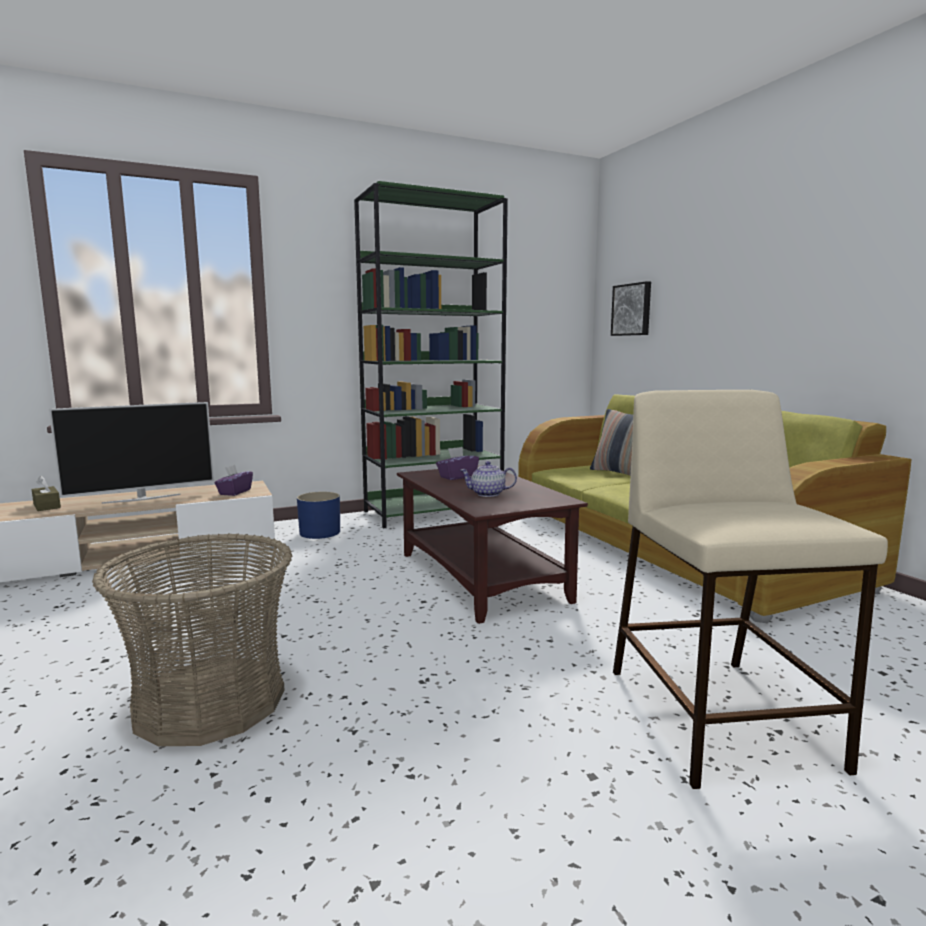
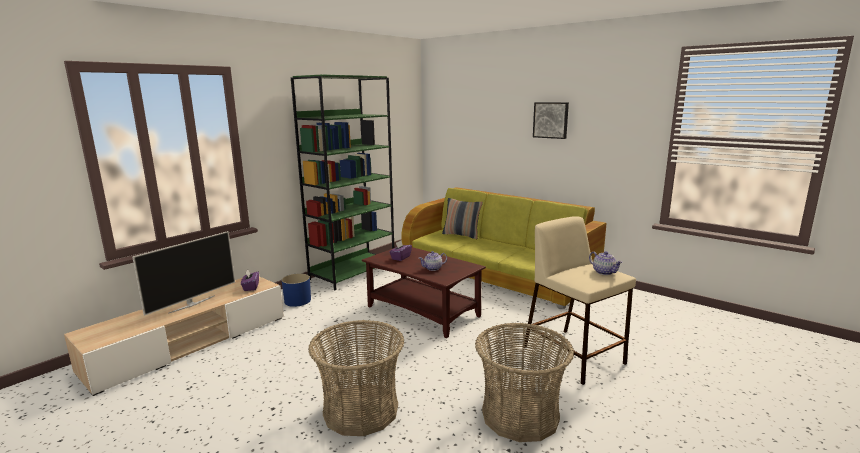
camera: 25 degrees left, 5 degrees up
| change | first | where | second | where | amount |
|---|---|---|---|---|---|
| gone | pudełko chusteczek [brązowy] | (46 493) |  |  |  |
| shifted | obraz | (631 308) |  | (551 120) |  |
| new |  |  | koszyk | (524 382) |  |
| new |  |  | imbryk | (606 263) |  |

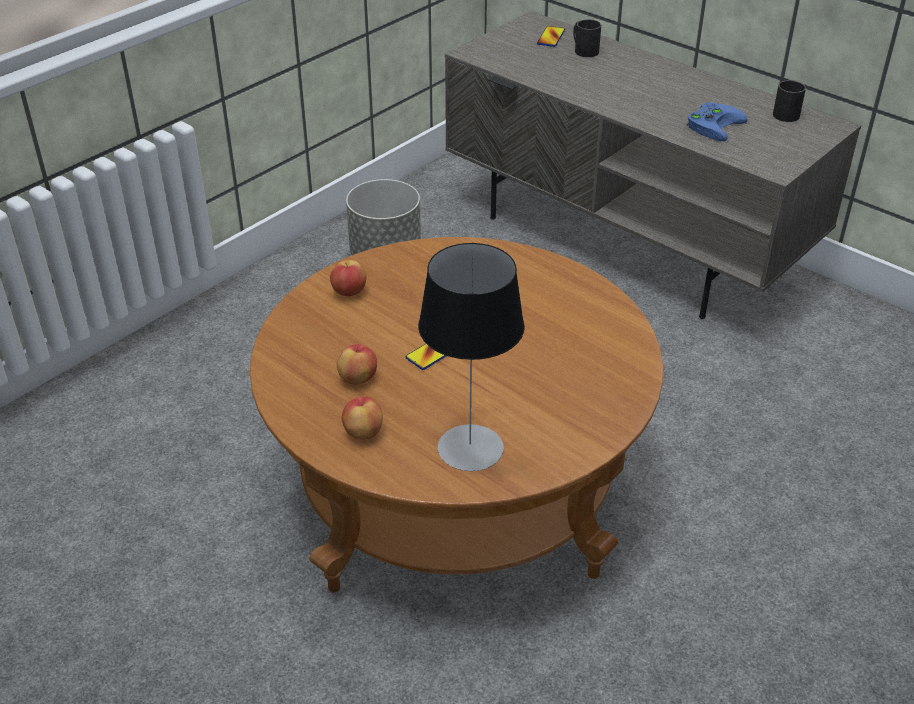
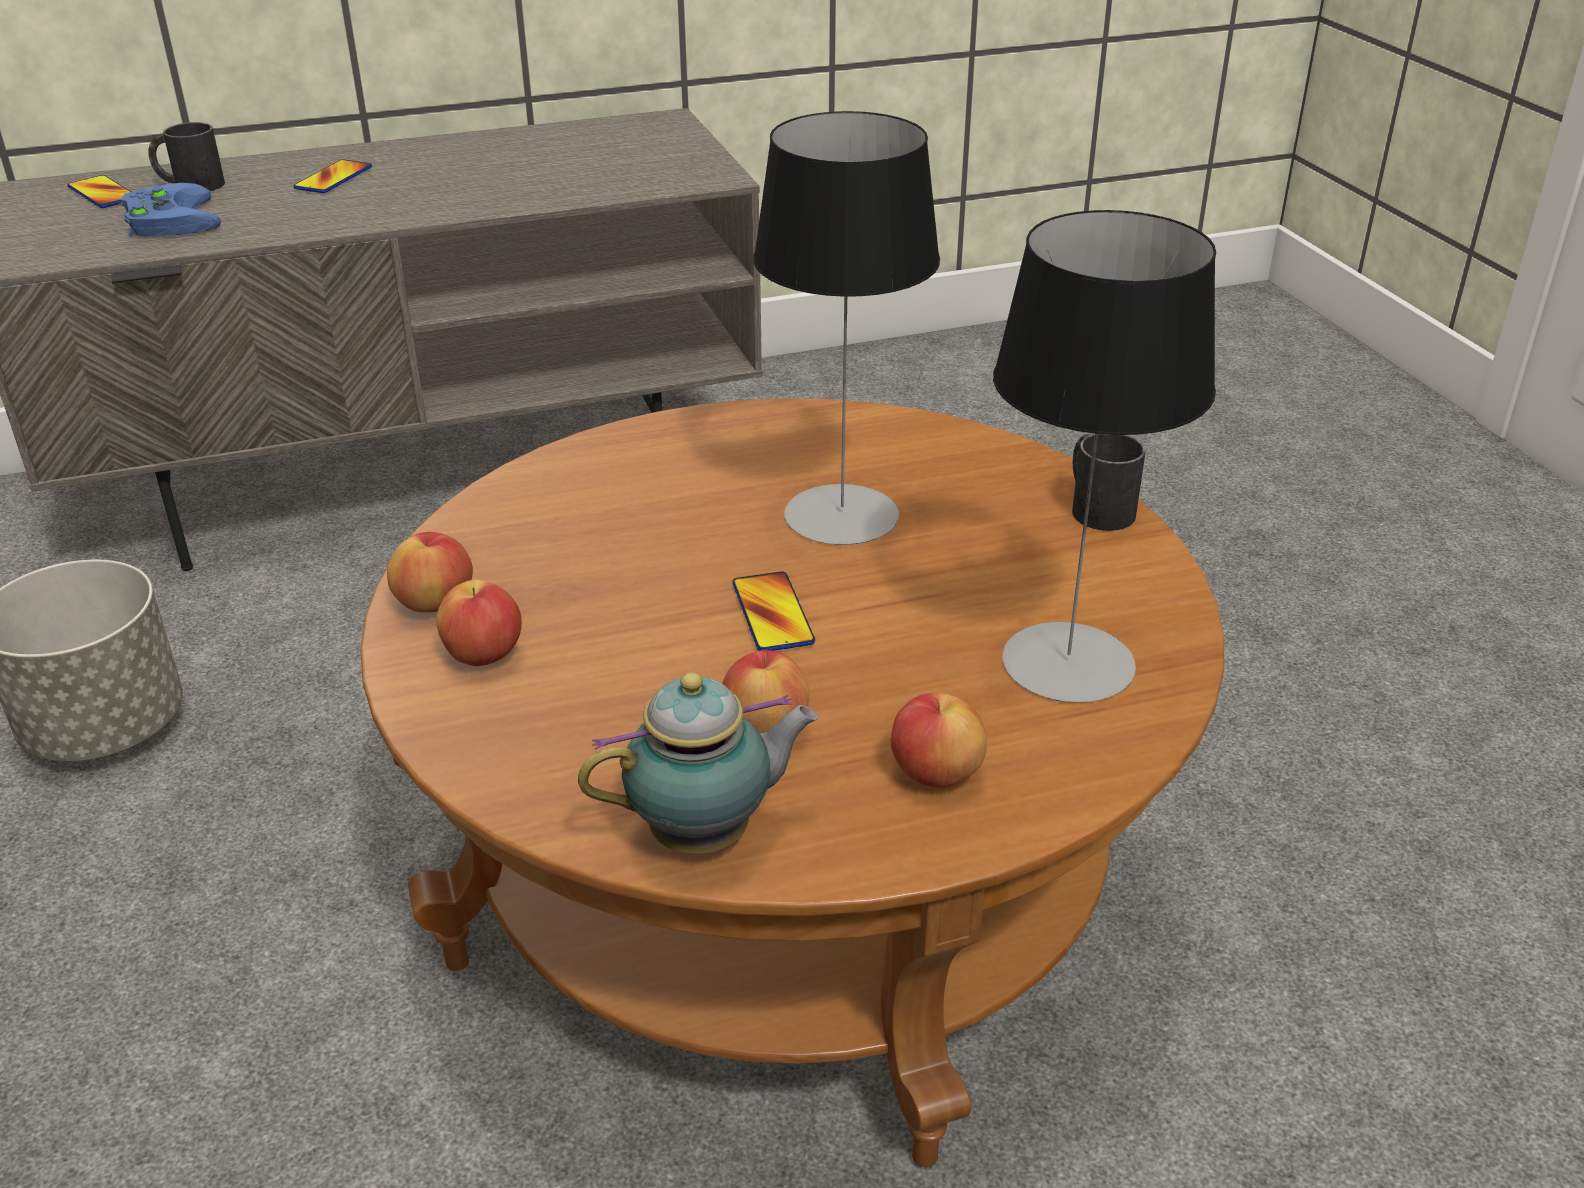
camera: 60 degrees left, 5 degrees down
| change | first | where | second | where | amount |
|---|---|---|---|---|---|
| shifted | pad do gier [niebieski] | (717 121) |  | (171 210) |  |
| shifted | kubek [czarny] | (789 101) |  | (1109 482) |  |
| new |  |  | telefon | (333 176) |  |
| new |  |  | jabłko | (430 572) |  |
| new |  |  | imbryk | (698 763) |  |
| new |  |  | lampa stołowa | (846 328) |  |

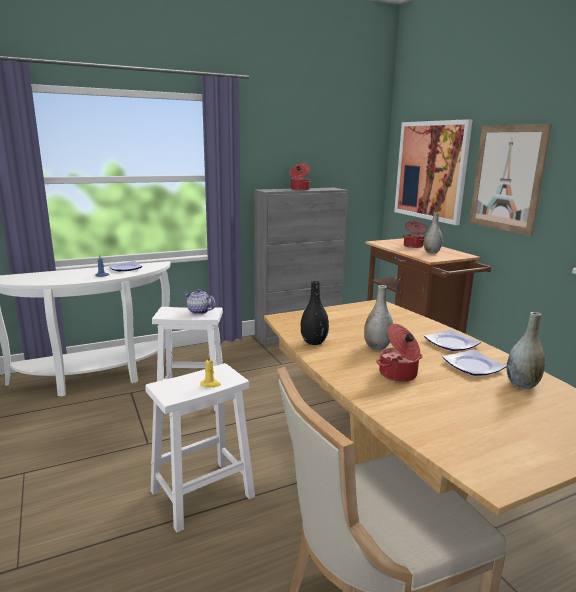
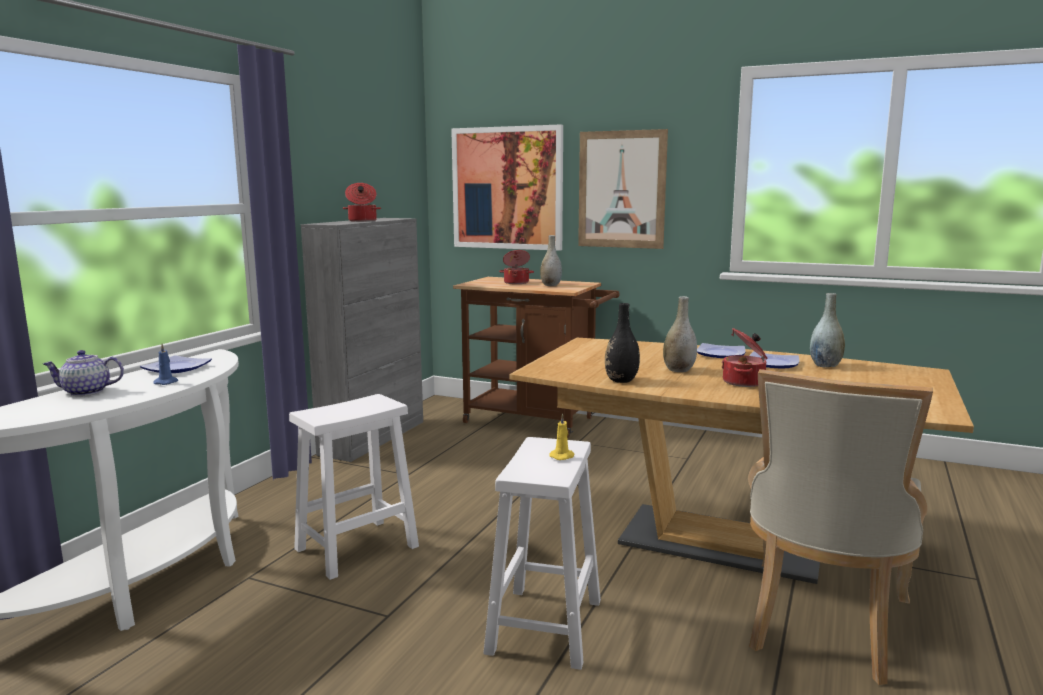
camera: 40 degrees left, 5 degrees down
| change | first | where | second | where | amount |
|---|---|---|---|---|---|
| shifted | imbryk | (199 301) |  | (83 373) |  |

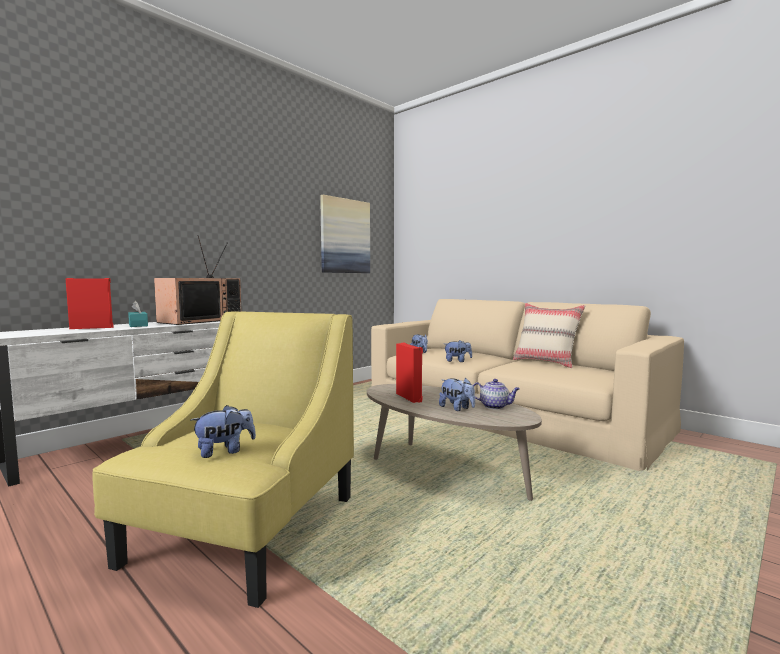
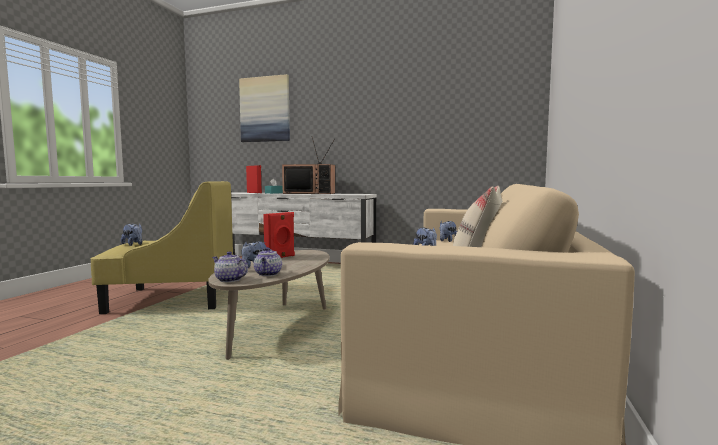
camera: 65 degrees right, 0 degrees up
| change | first | where | second | where | amount |
|---|---|---|---|---|---|
| shifted | obraz | (345 234) |  | (264 108) |  |
| new |  |  | imbryk | (230 266) |  |

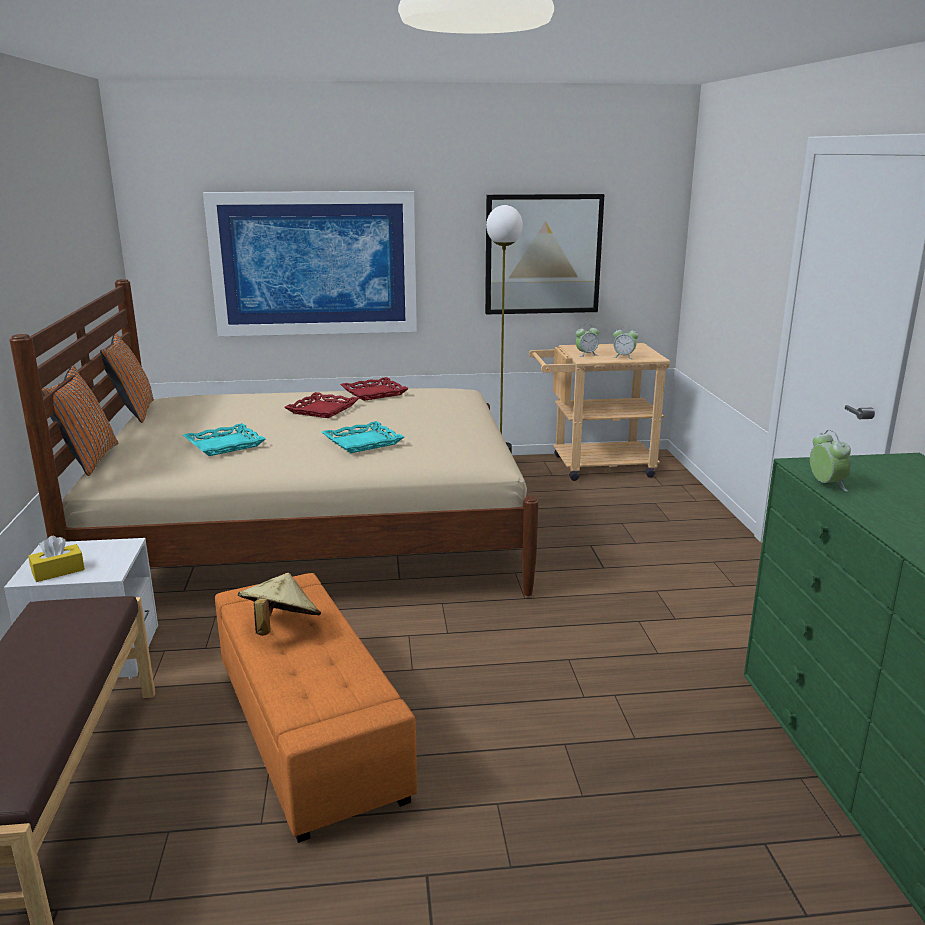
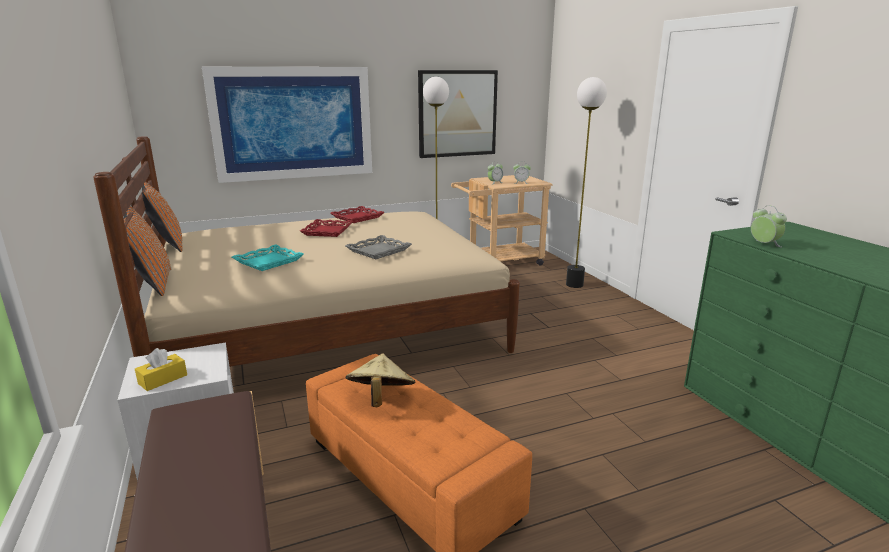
camera: 15 degrees left, 0 degrees up
| change | first | where | second | where | amount |
|---|---|---|---|---|---|
| repainted | taca [turkusowy] | (363 437) | taca [szary] | (378 247) |  |
| new |  |  | lampa stojąca | (586 182) |  |

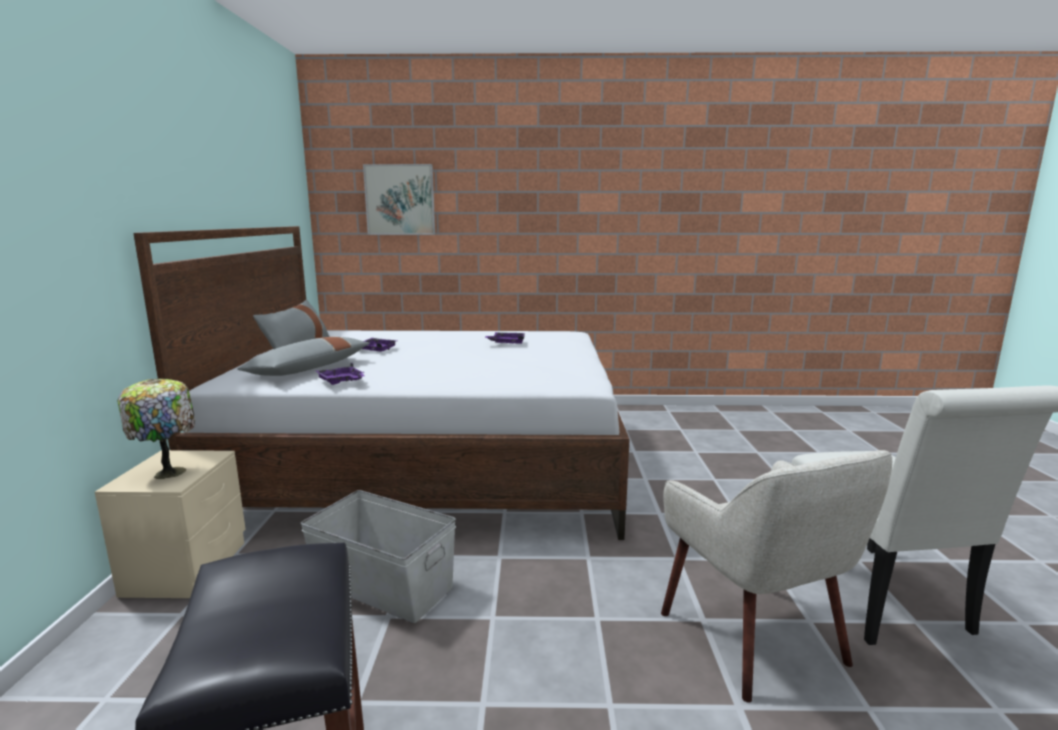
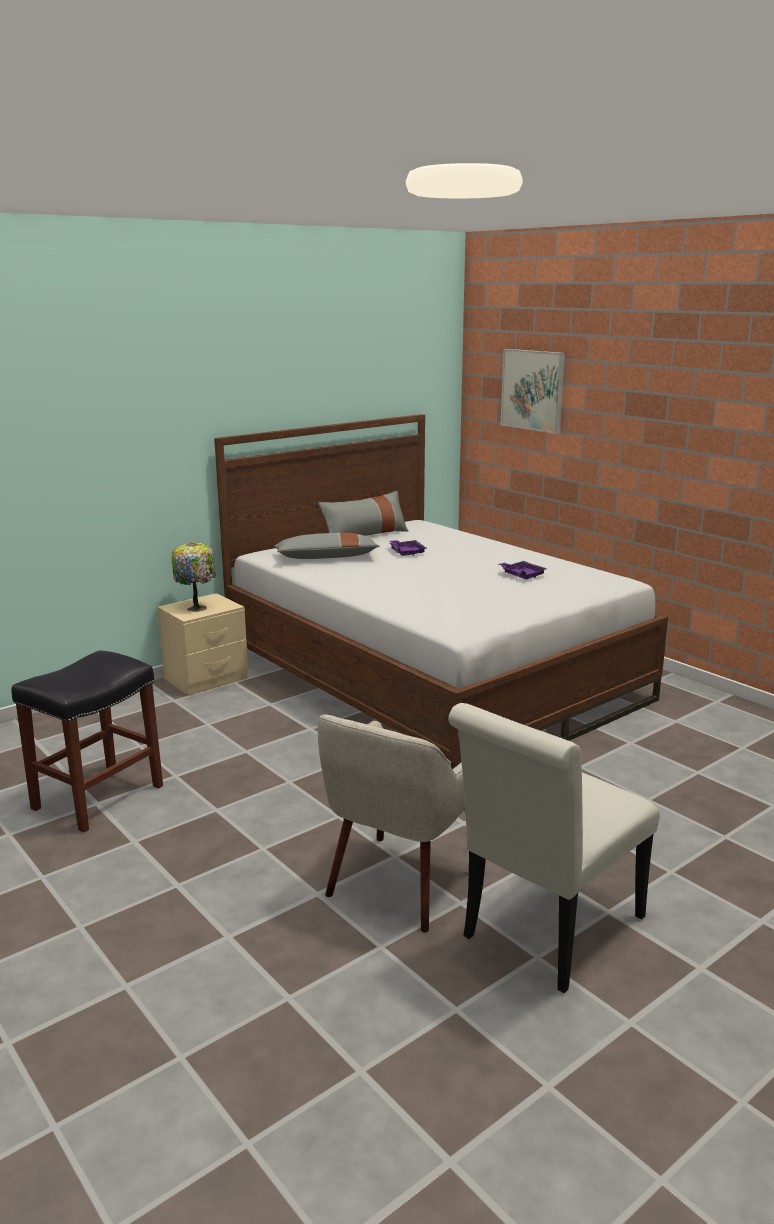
camera: 50 degrees right, 5 degrees up
| change | first | where | second | where | amount |
|---|---|---|---|---|---|
| gone | pojemnik do przechowywania [szary] | (378 556) |  |  |  |
| gone | taca [fioletowy] | (340 374) |  |  |  |

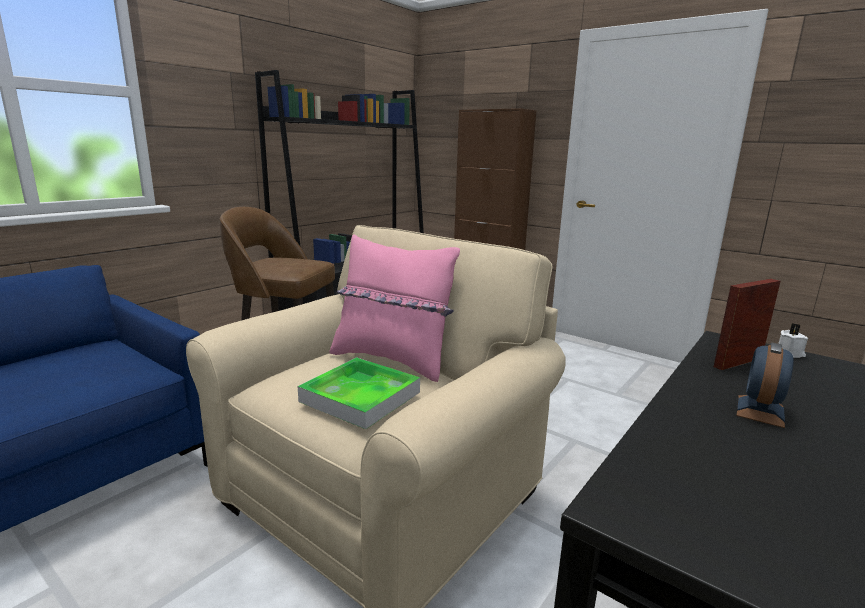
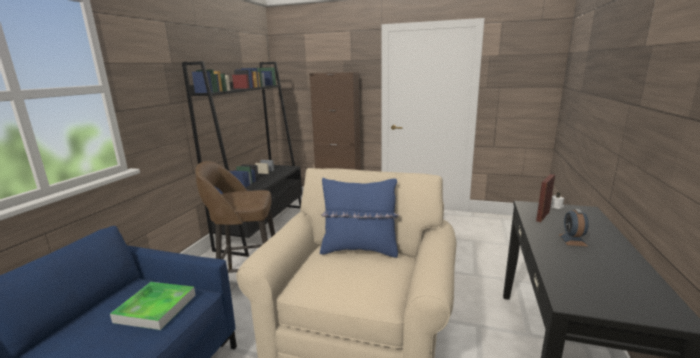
camera: 20 degrees left, 0 degrees up
| change | first | where | second | where | amount |
|---|---|---|---|---|---|
| shifted | taca | (359 393) |  | (153 306) |  |
| repainted | poduszka [różowy] | (395 308) | poduszka [niebieski] | (359 218) |  |

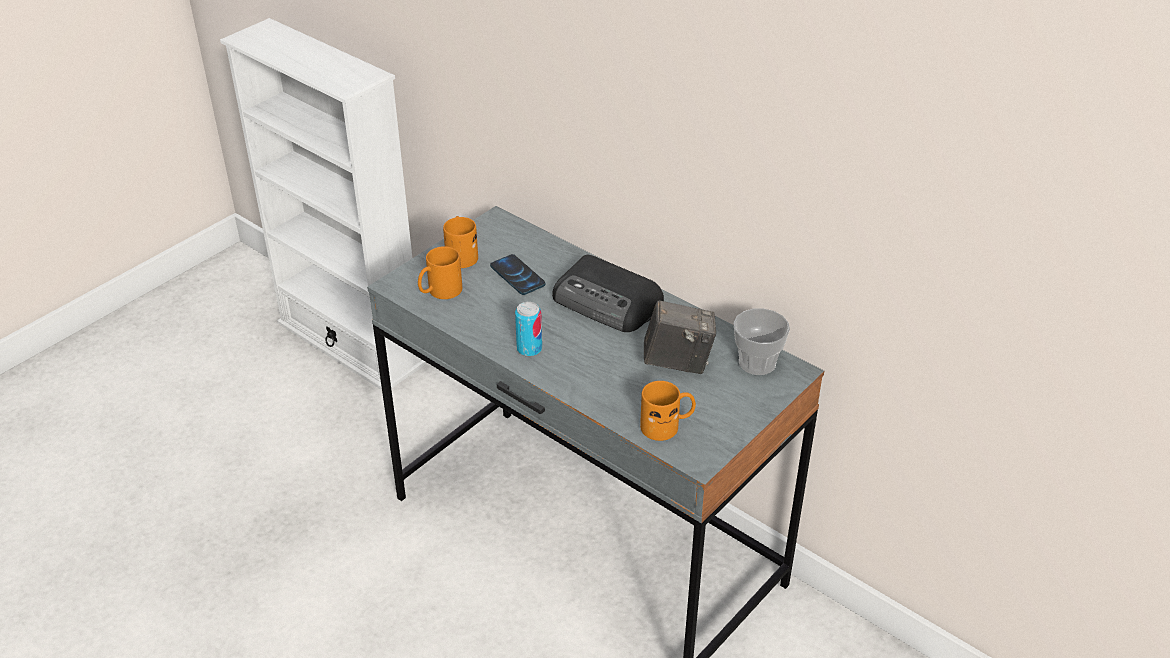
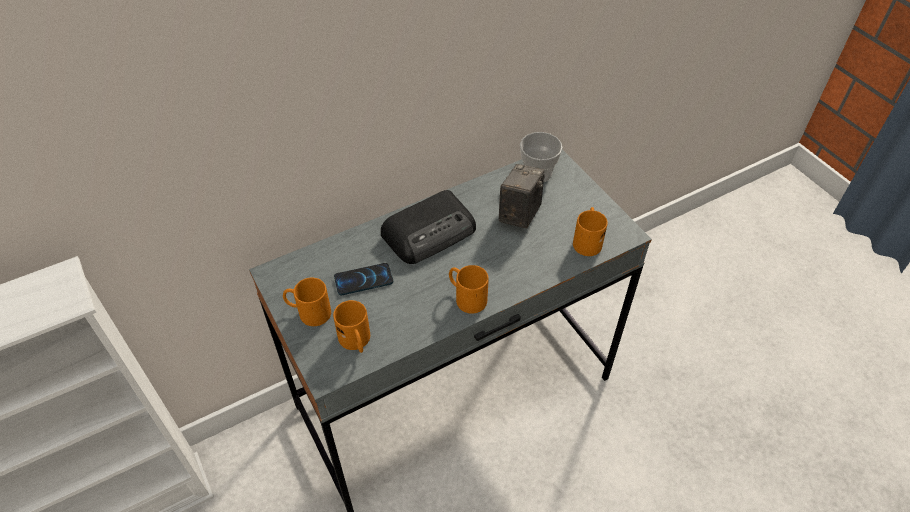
camera: 70 degrees left, 10 degrees up
| change | first | where | second | where | amount |
|---|---|---|---|---|---|
| swapped | puszka | (528 329) | kubek [pomarańczowy] | (469 289) |  |

